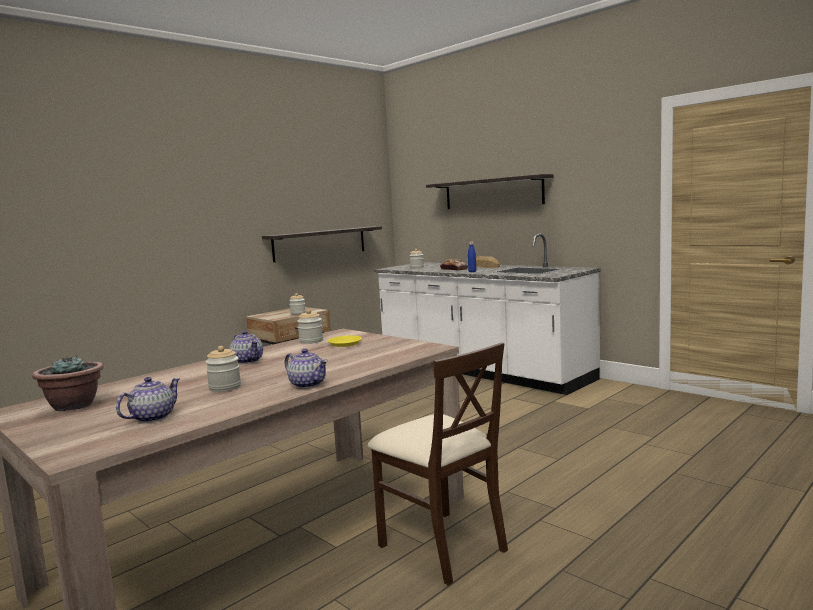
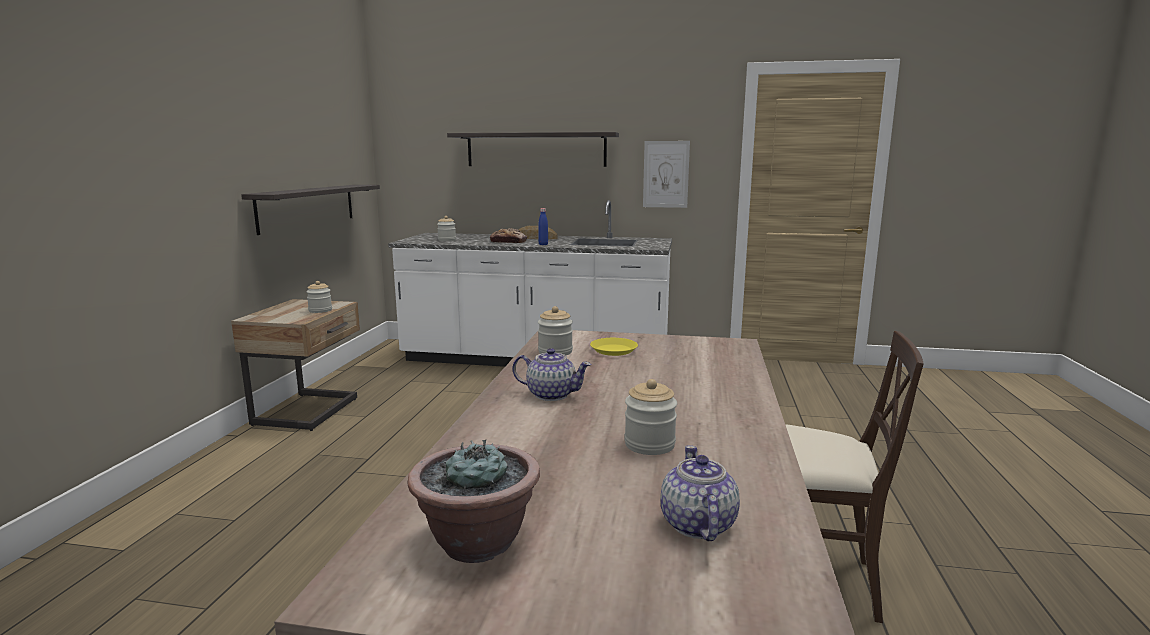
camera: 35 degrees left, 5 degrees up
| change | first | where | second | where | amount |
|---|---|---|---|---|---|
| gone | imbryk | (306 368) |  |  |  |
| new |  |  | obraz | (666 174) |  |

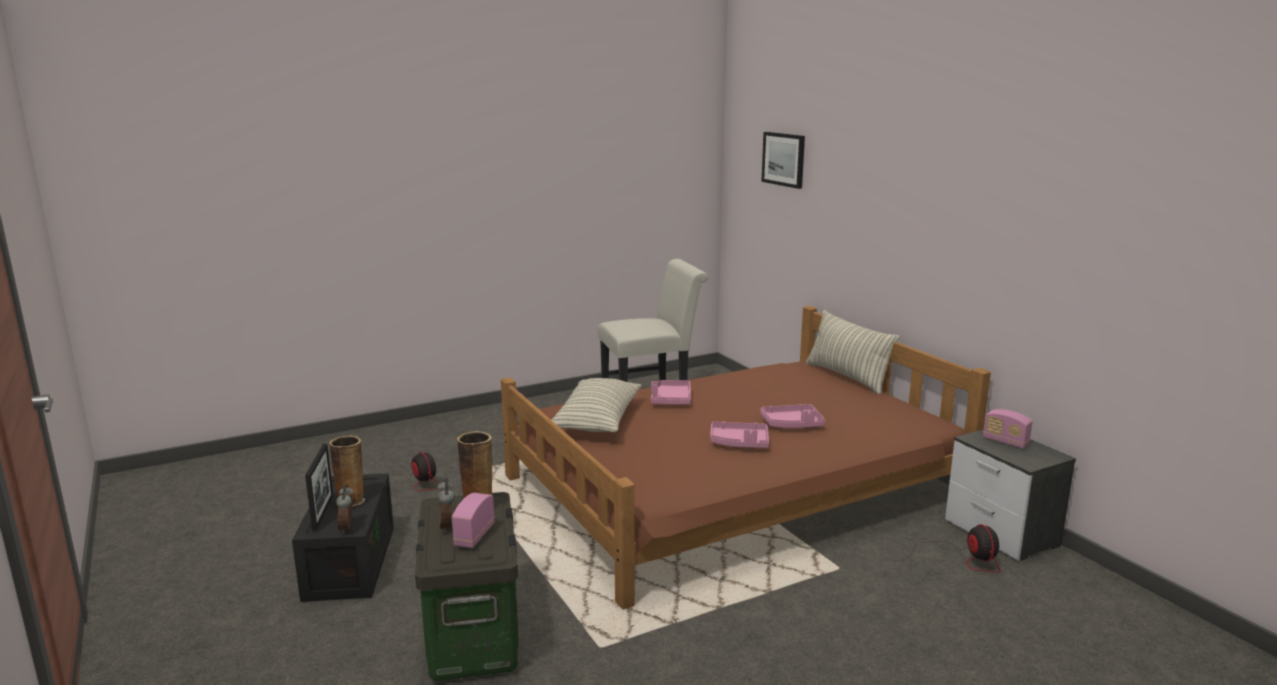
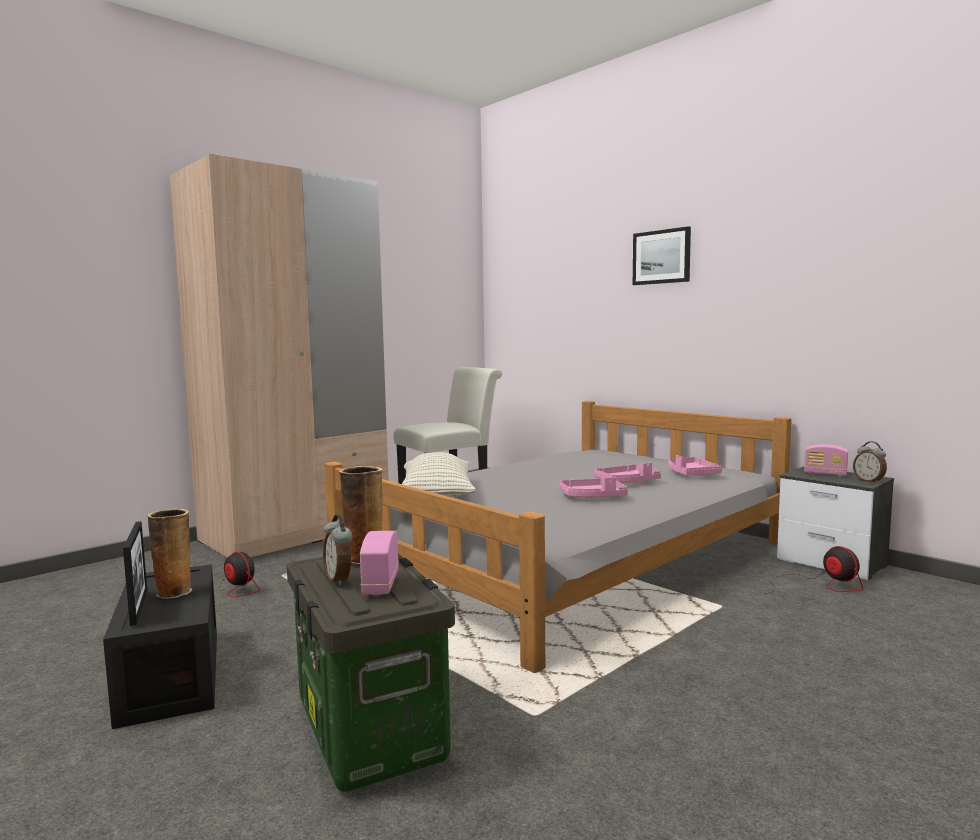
camera: 15 degrees left, 10 degrees down
| change | first | where | second | where | amount |
|---|---|---|---|---|---|
| shifted | budzik | (345 509) |  | (870 462) |  |
| repainted | łóżko [brązowy] | (746 457) | łóżko [szary] | (558 537) |  |
| shifted | taca [różowy] | (671 392) |  | (695 465) |  |
| shifted | obraz | (783 160) |  | (662 255) |  |
| gone | poduszka | (853 352) |  |  |  |
| new |  |  | szafa [beżowy] | (279 355) |  |

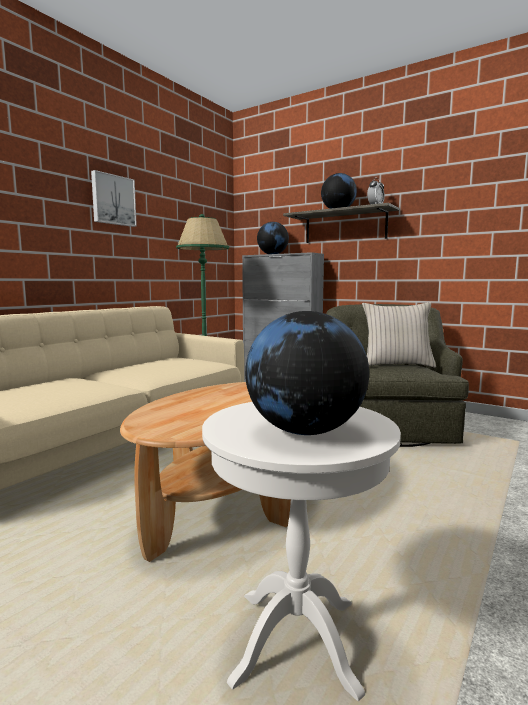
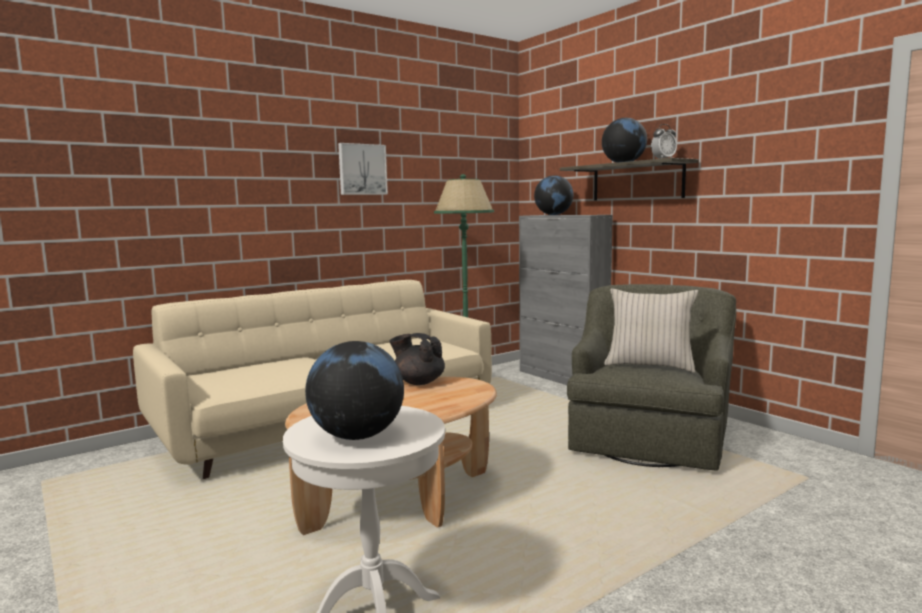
camera: 20 degrees right, 0 degrees up
| change | first | where | second | where | amount |
|---|---|---|---|---|---|
| new |  |  | imbryk [czarny] | (417 359) |  |

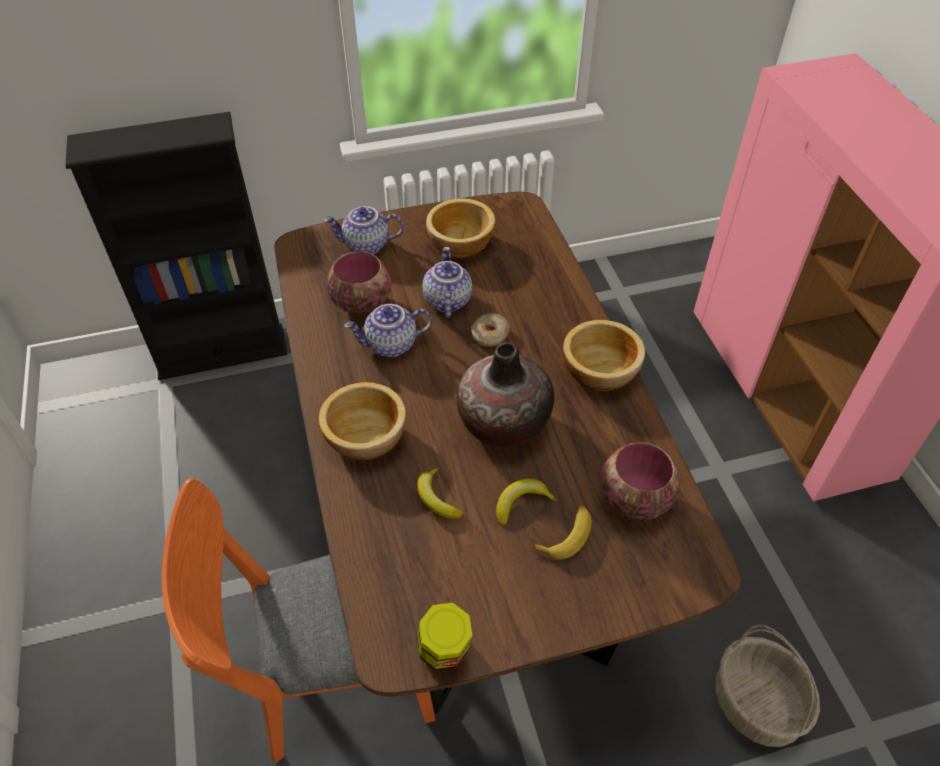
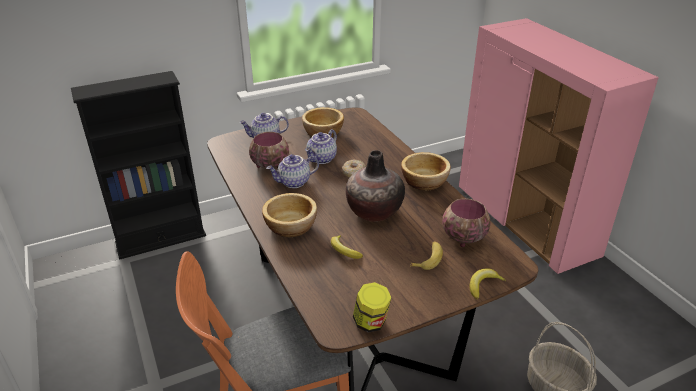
camera: 10 degrees left, 15 degrees down
| change | first | where | second | where | amount |
|---|---|---|---|---|---|
| rotated | imbryk | (447 282) |  | (321 146) | 135 degrees counterclockwise |
| shifted | banan | (526 502) |  | (488 283) |  |

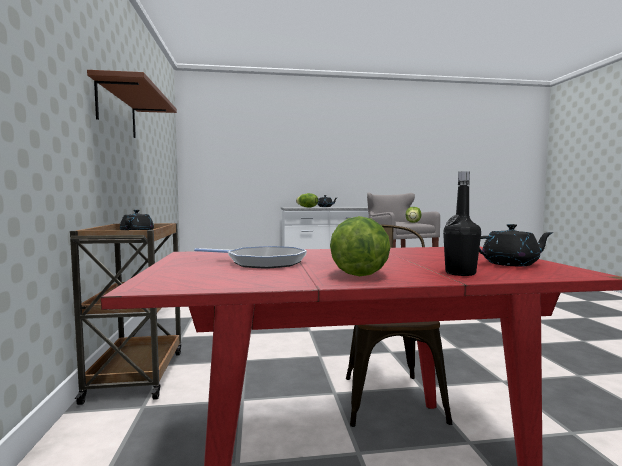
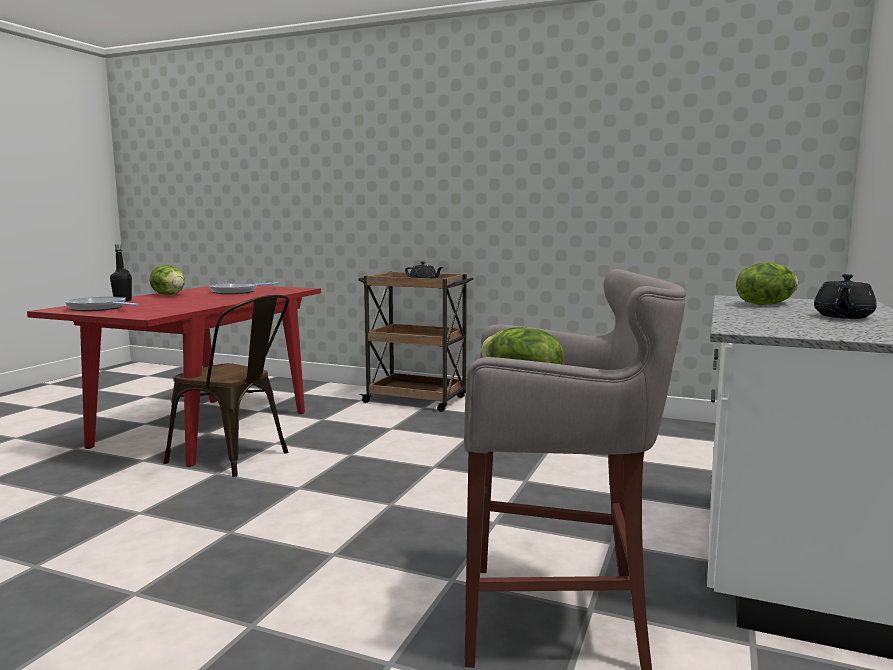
camera: 120 degrees right, 5 degrees up
| change | first | where | second | where | amount |
|---|---|---|---|---|---|
| gone | półka [brązowy] | (132 104) |  |  |  |
| swapped | imbryk [czarny] | (516 245) | patelnia | (102 303) |  |

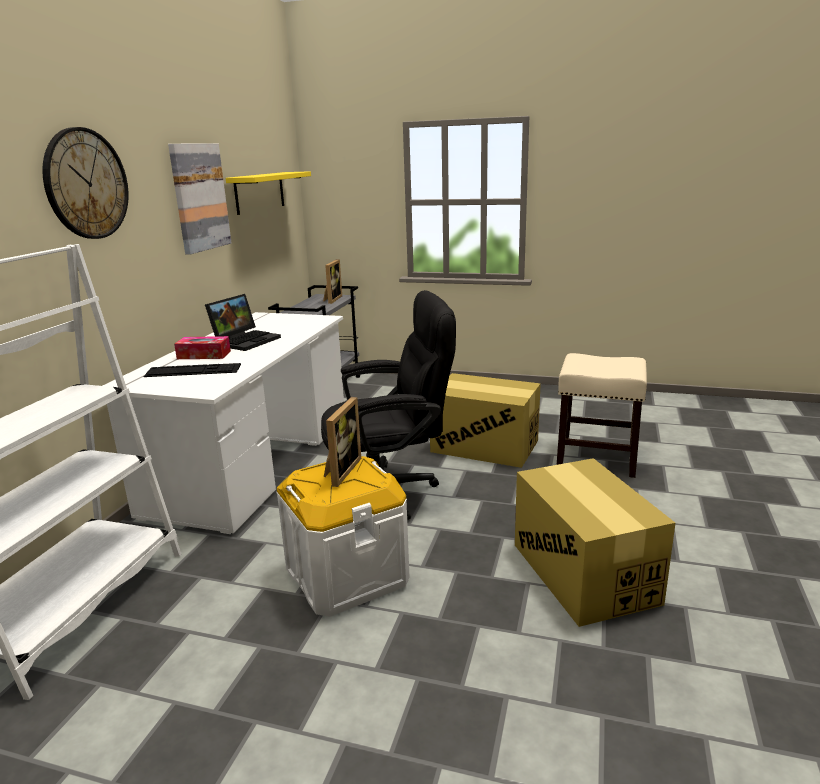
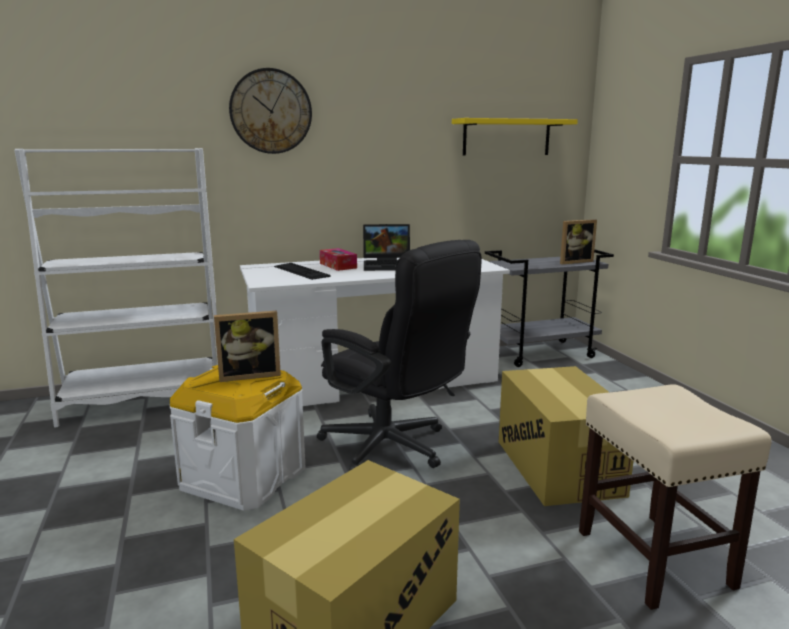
camera: 55 degrees right, 5 degrees down
| change | first | where | second | where | amount |
|---|---|---|---|---|---|
| gone | obraz | (200 198) |  |  |  |

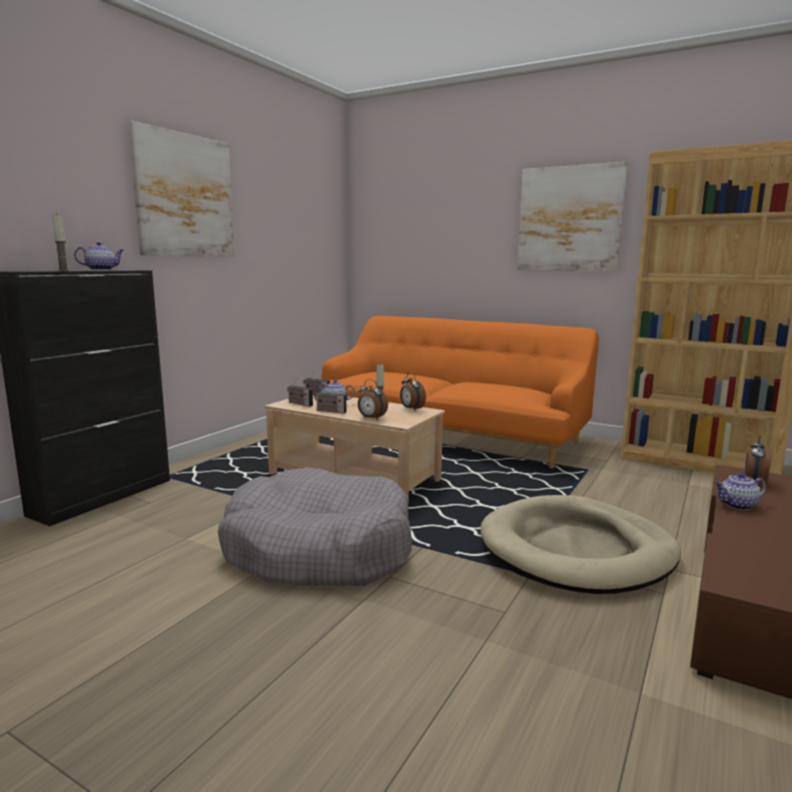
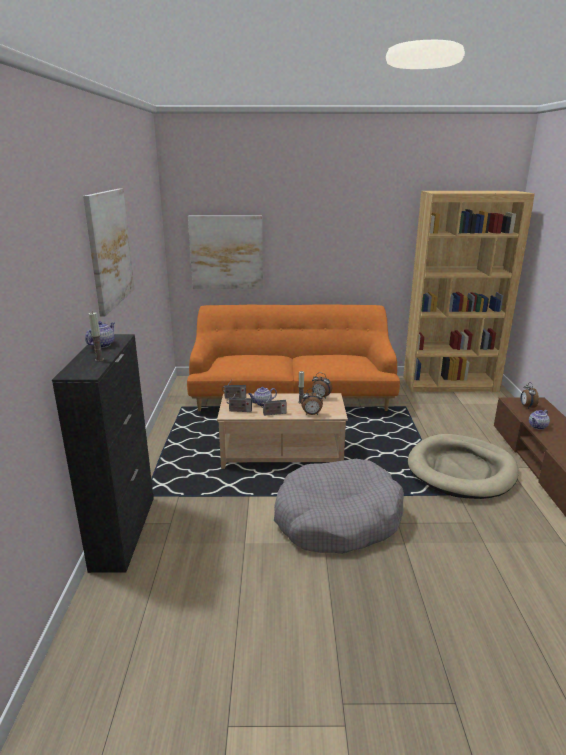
camera: 30 degrees left, 10 degrees up
| change | first | where | second | where | amount |
|---|---|---|---|---|---|
| shifted | obraz | (572 217) |  | (225 252) |  |

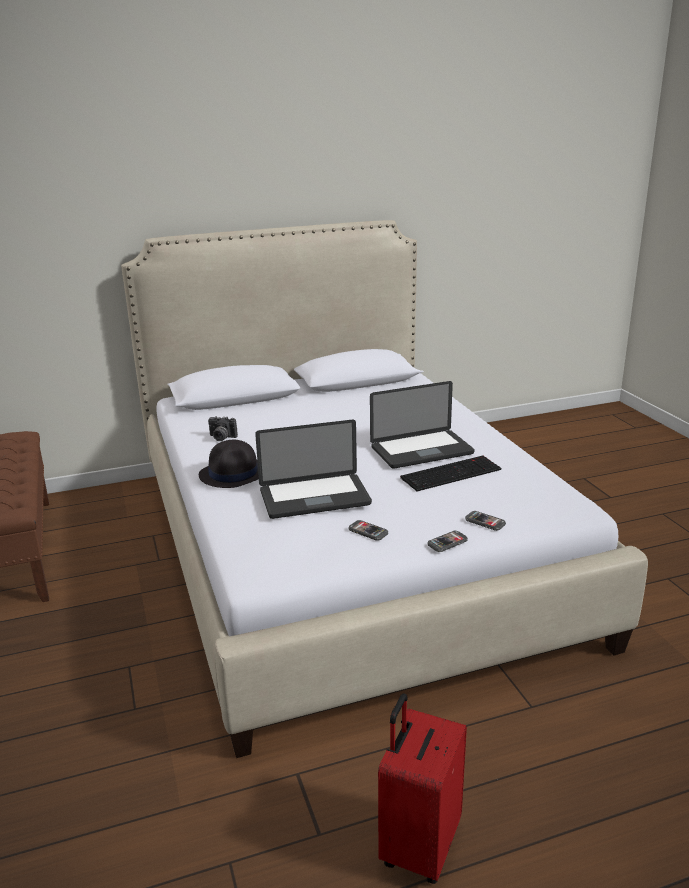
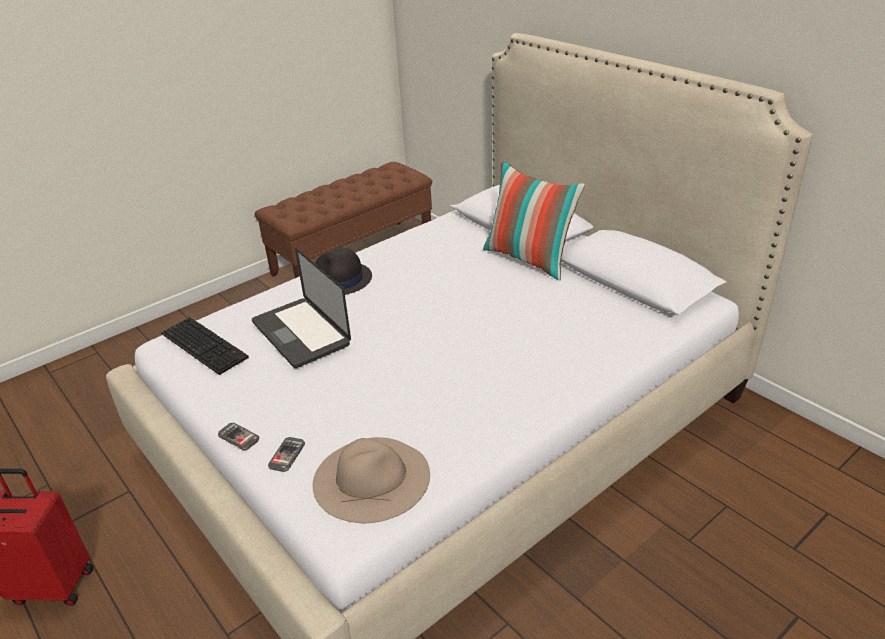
camera: 70 degrees right, 10 degrees up
| change | first | where | second | where | amount |
|---|---|---|---|---|---|
| gone | aparat fotograficzny | (223 428) |  |  |  |
| gone | telefon | (368 530) |  |  |  |
| gone | laptop | (422 425) |  |  |  |
| shifted | klawiatura | (450 473) |  | (205 346) |  |
| new |  |  | kapelusz [beżowy] | (371 480) |  |
| new |  |  | poduszka | (534 221) |  |

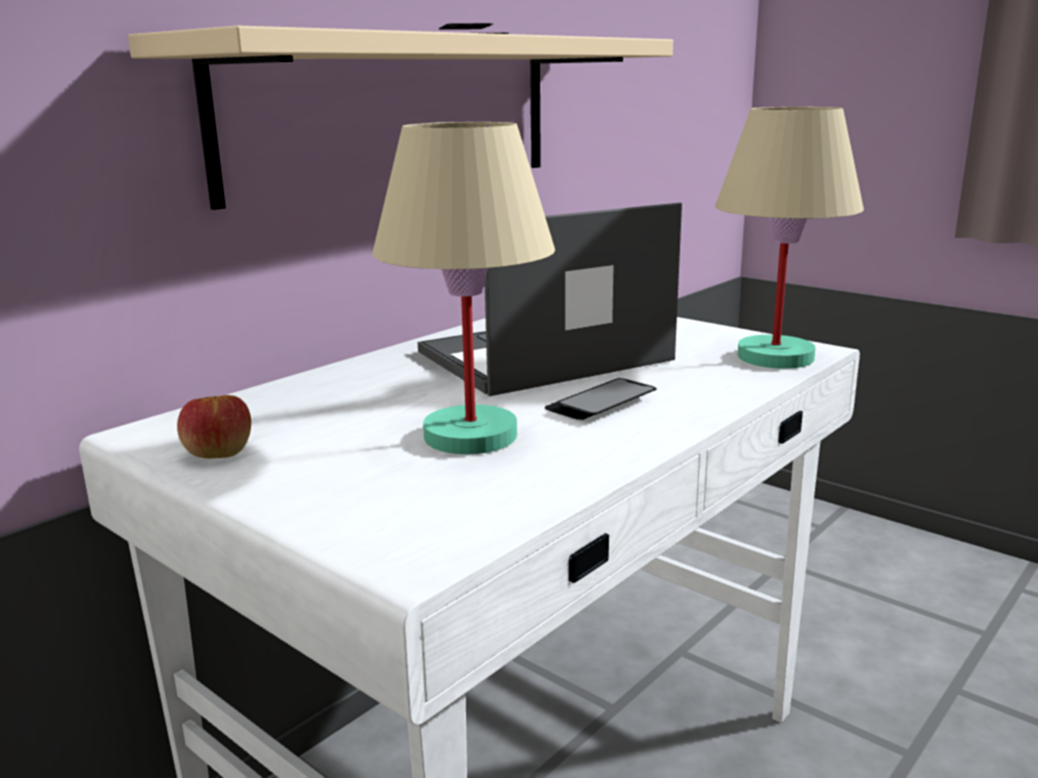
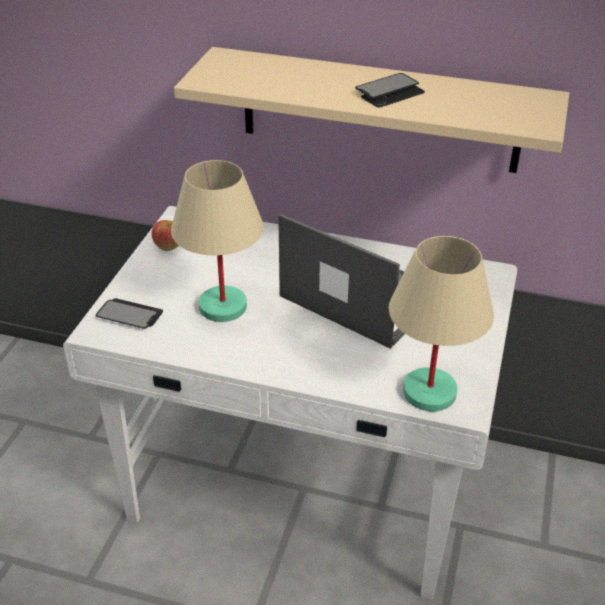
camera: 65 degrees right, 20 degrees up
| change | first | where | second | where | amount |
|---|---|---|---|---|---|
| shifted | telefon | (601 399) |  | (129 313) |  |

